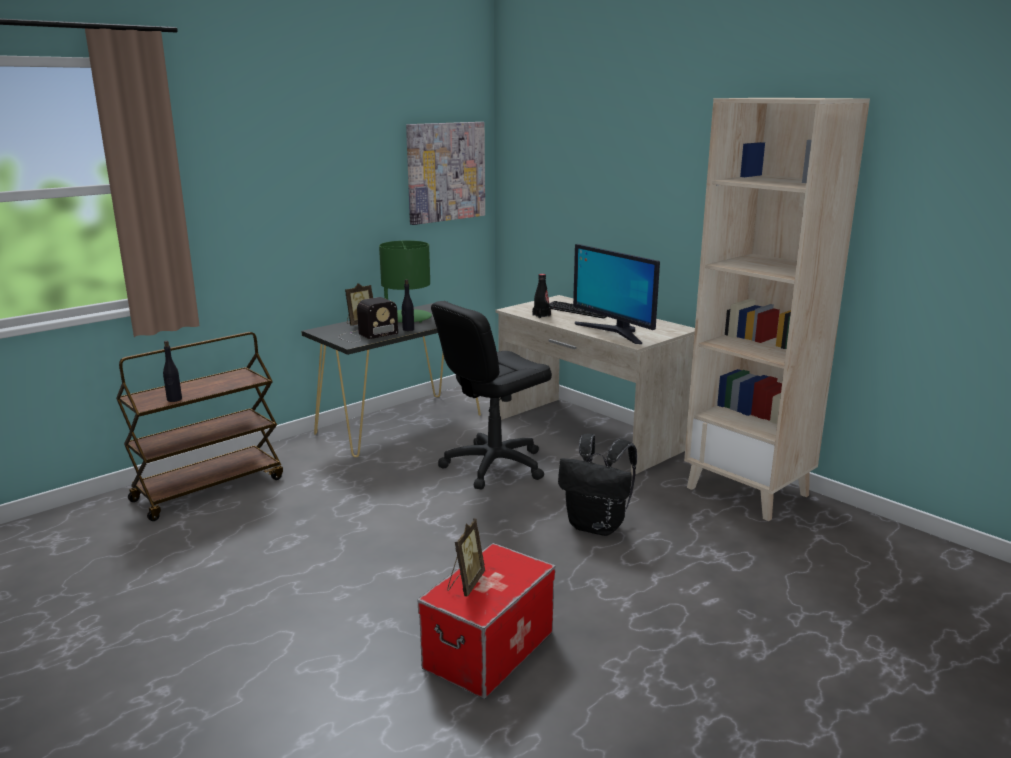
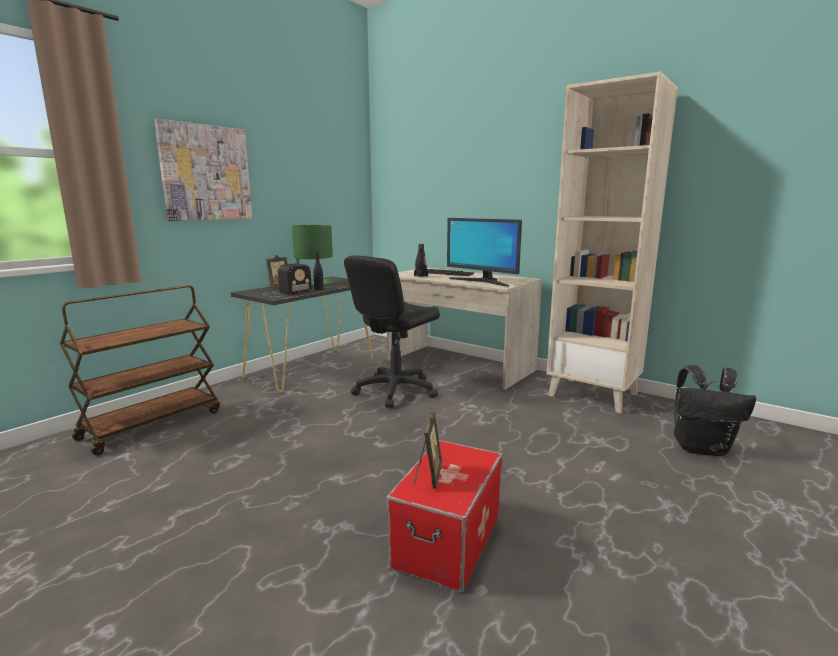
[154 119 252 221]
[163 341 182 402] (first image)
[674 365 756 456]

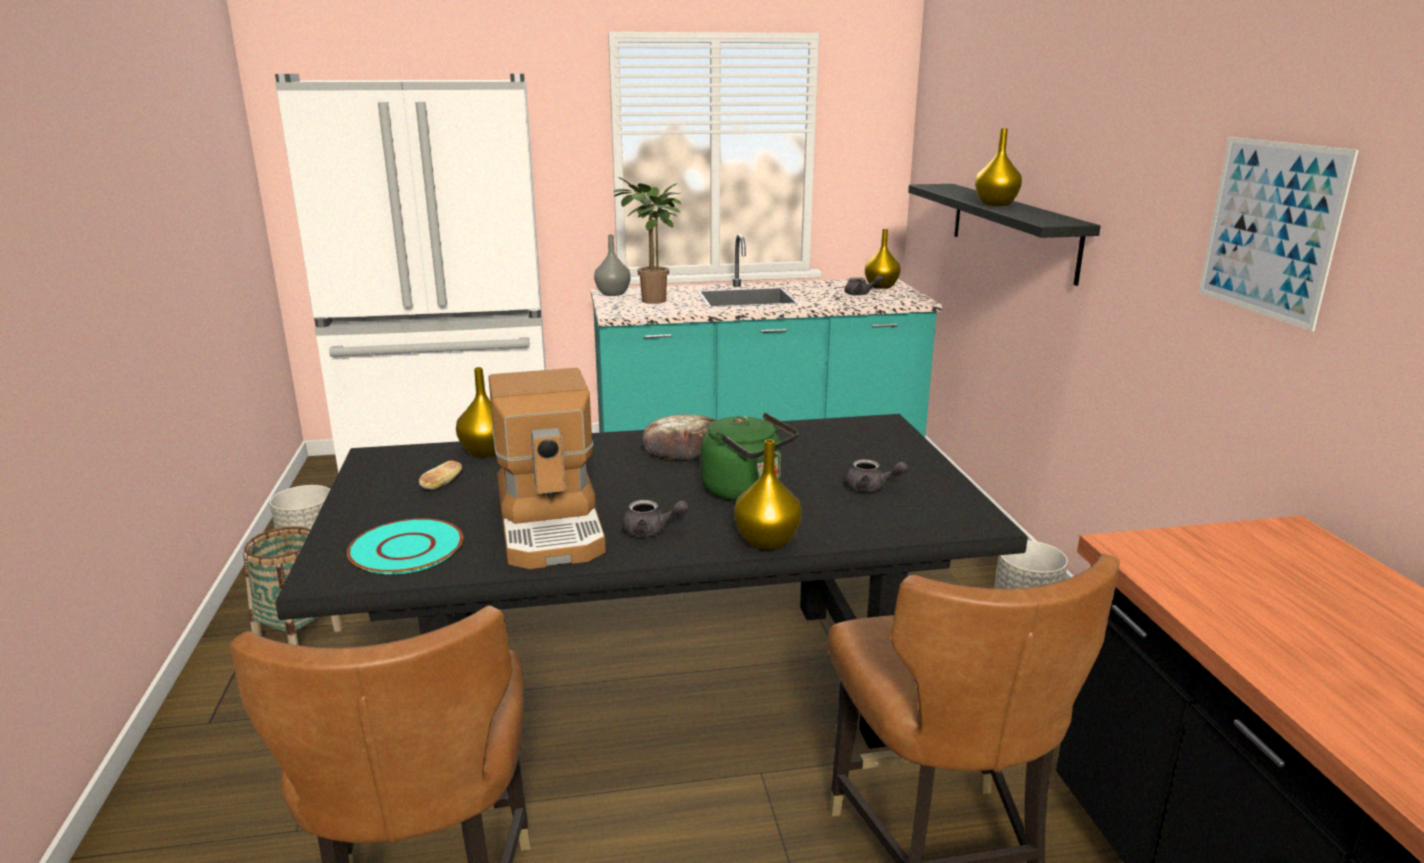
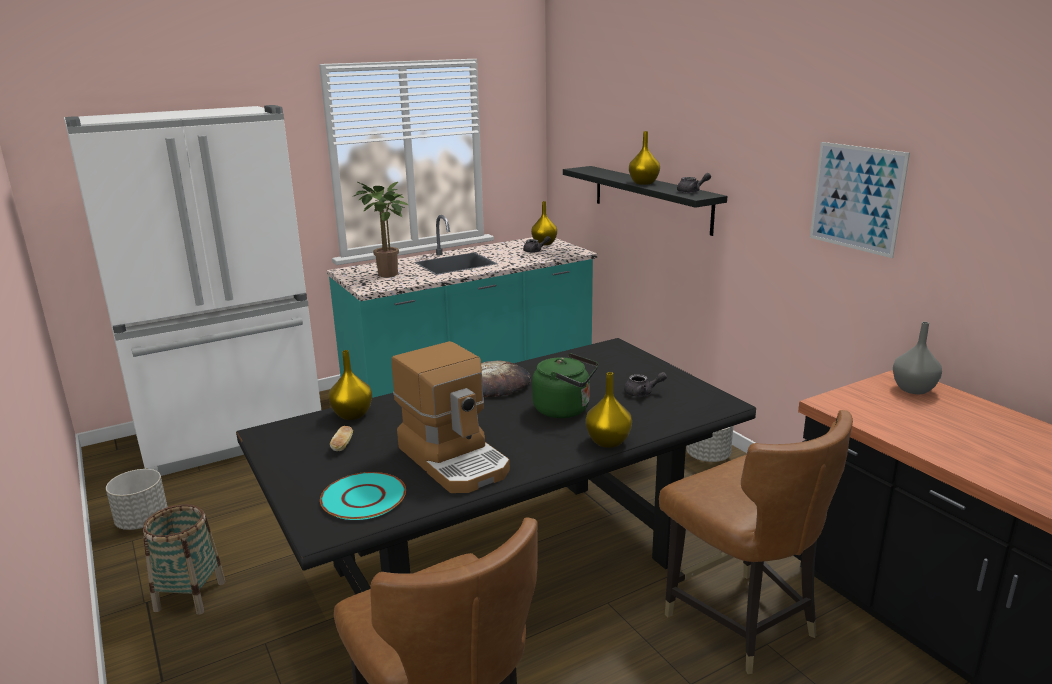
[893 322 942 394]
[677 173 711 193]

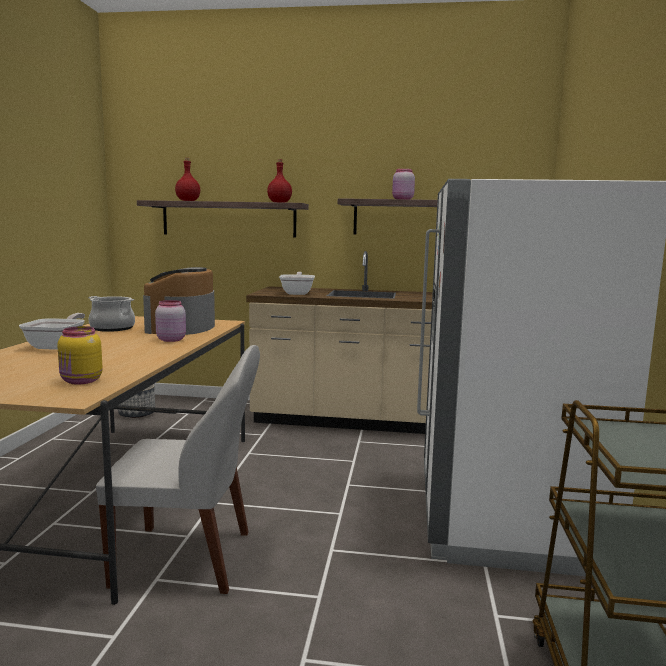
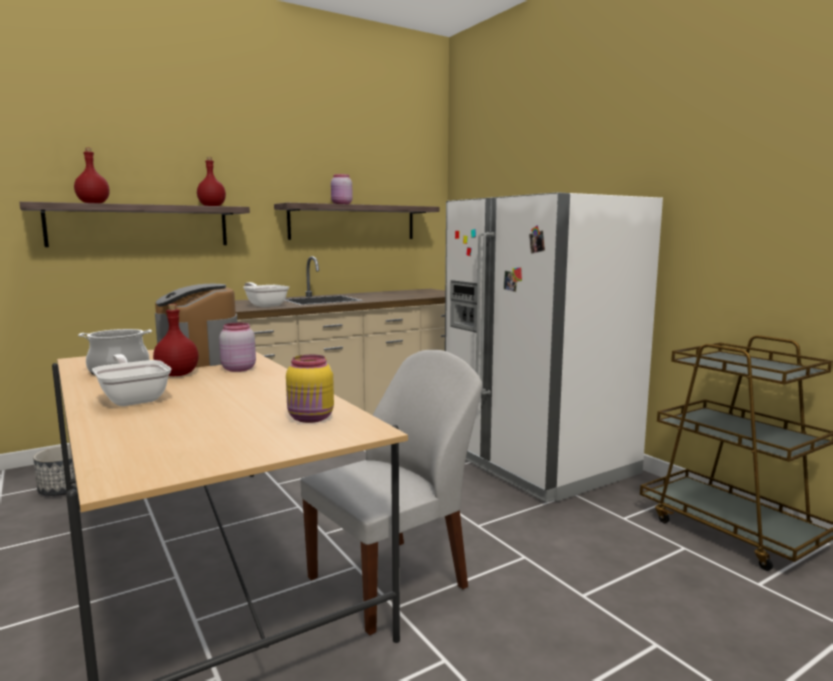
[153 304 199 376]

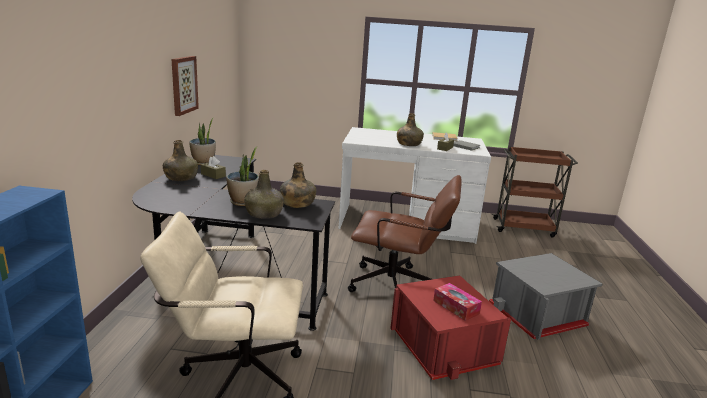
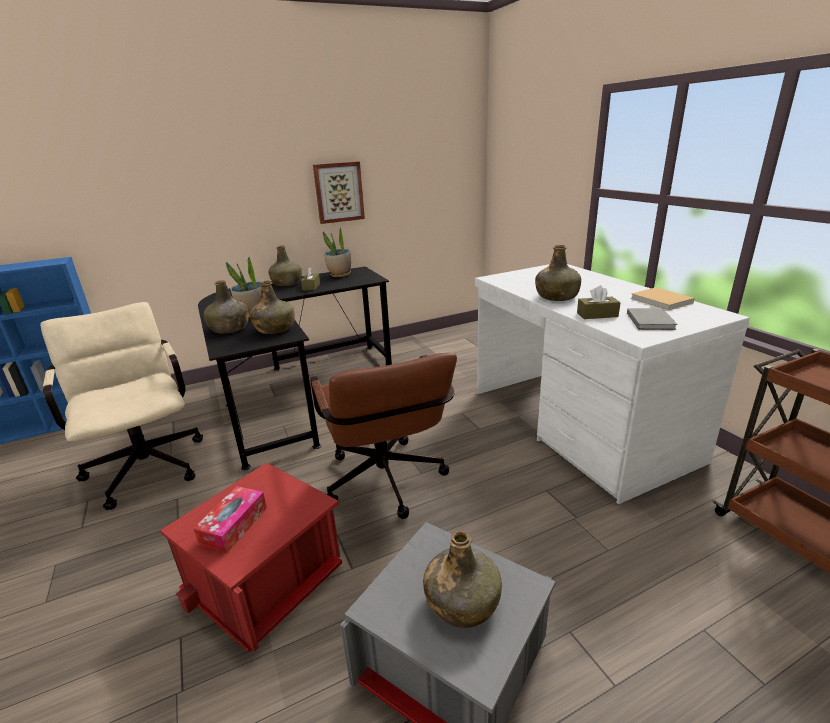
[423 531 502 628]

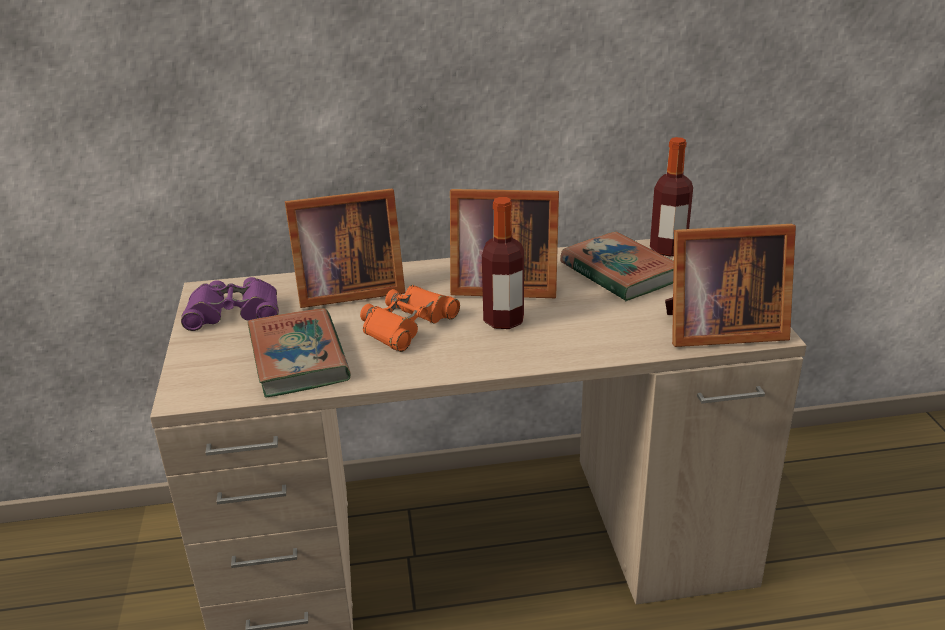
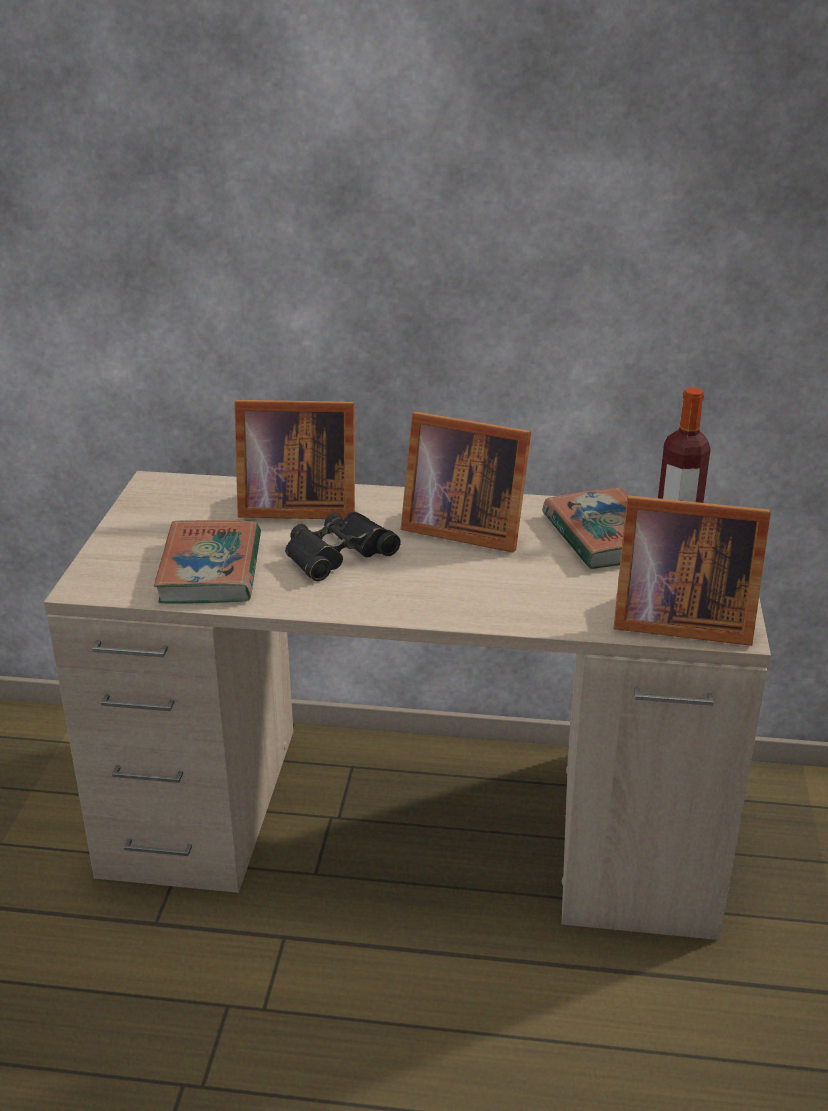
[482 197 524 329] (first image)
[181 277 279 331] (first image)
[285 511 401 582]

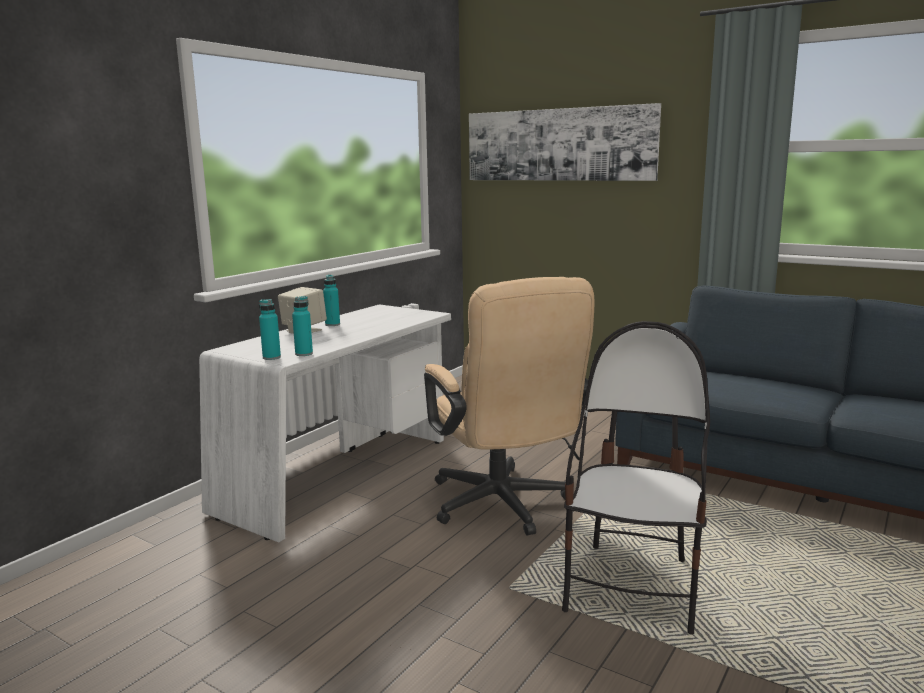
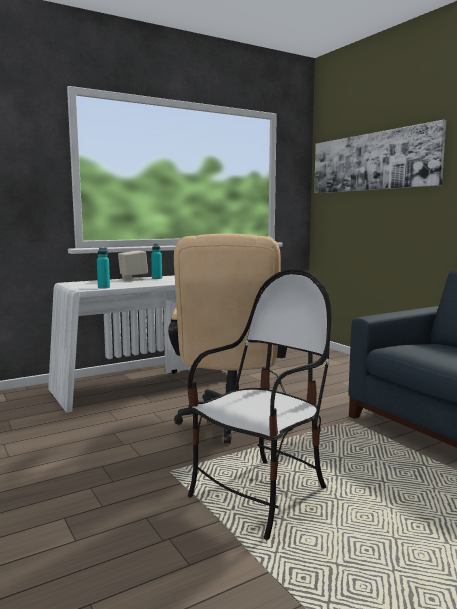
[259 299 281 360] (first image)

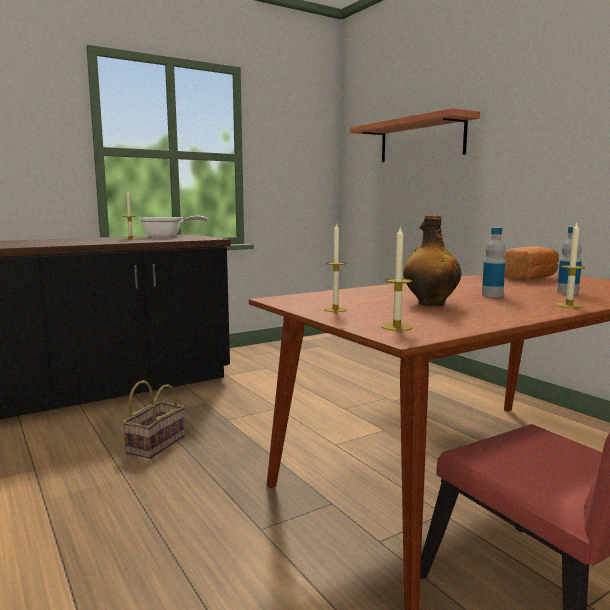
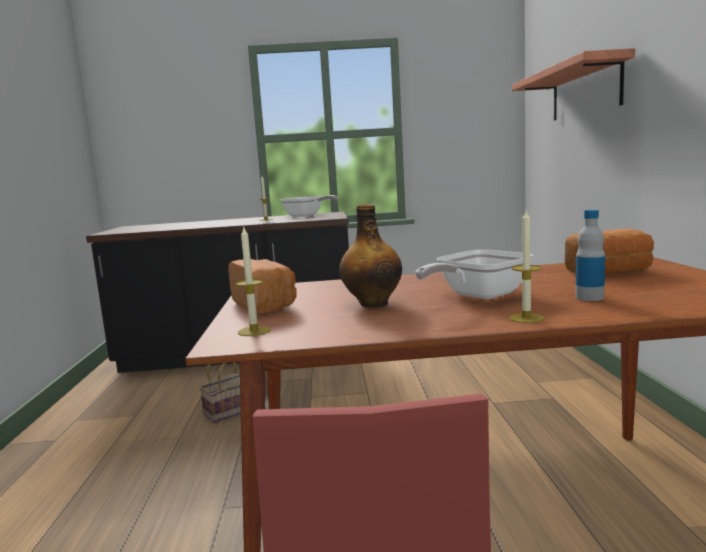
[228 259 297 314]
[415 249 533 299]

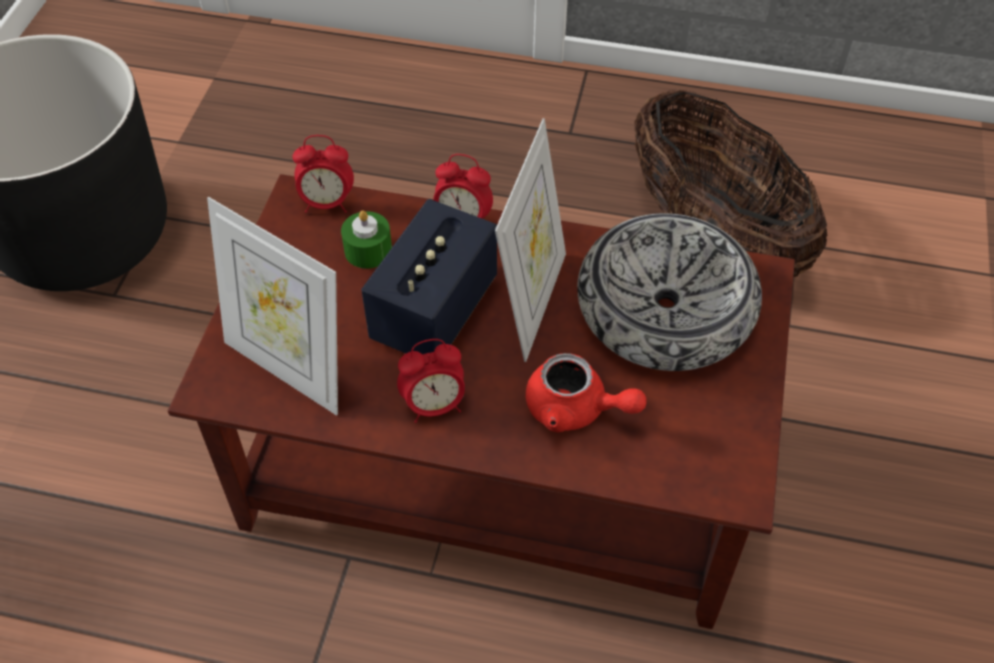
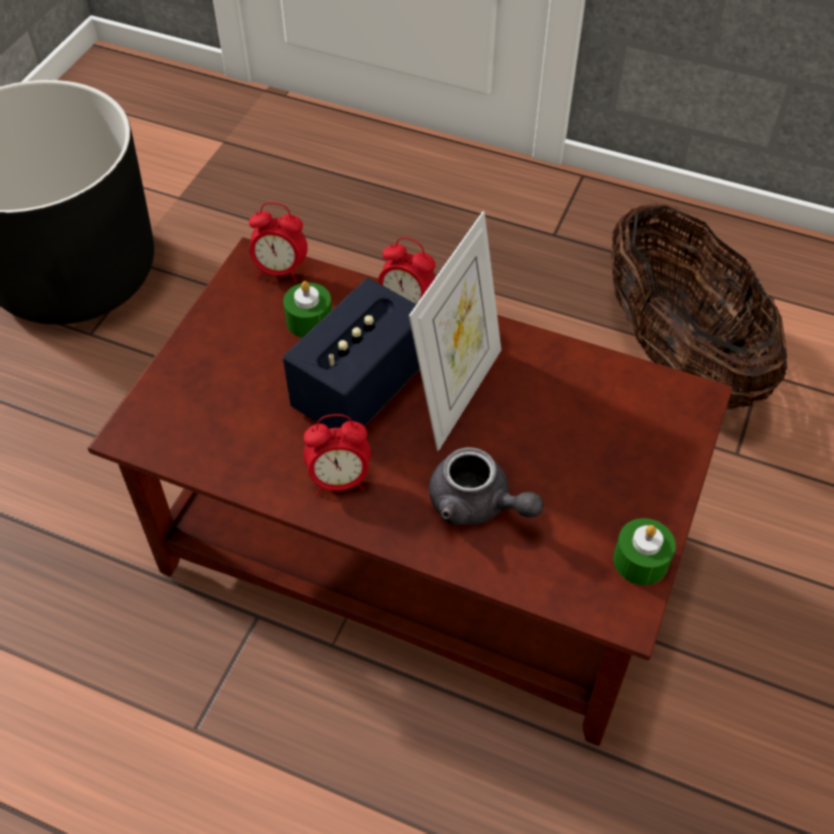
[207 197 338 416] (first image)
[577 213 762 371] (first image)
[429 447 544 525]
[613 518 676 585]

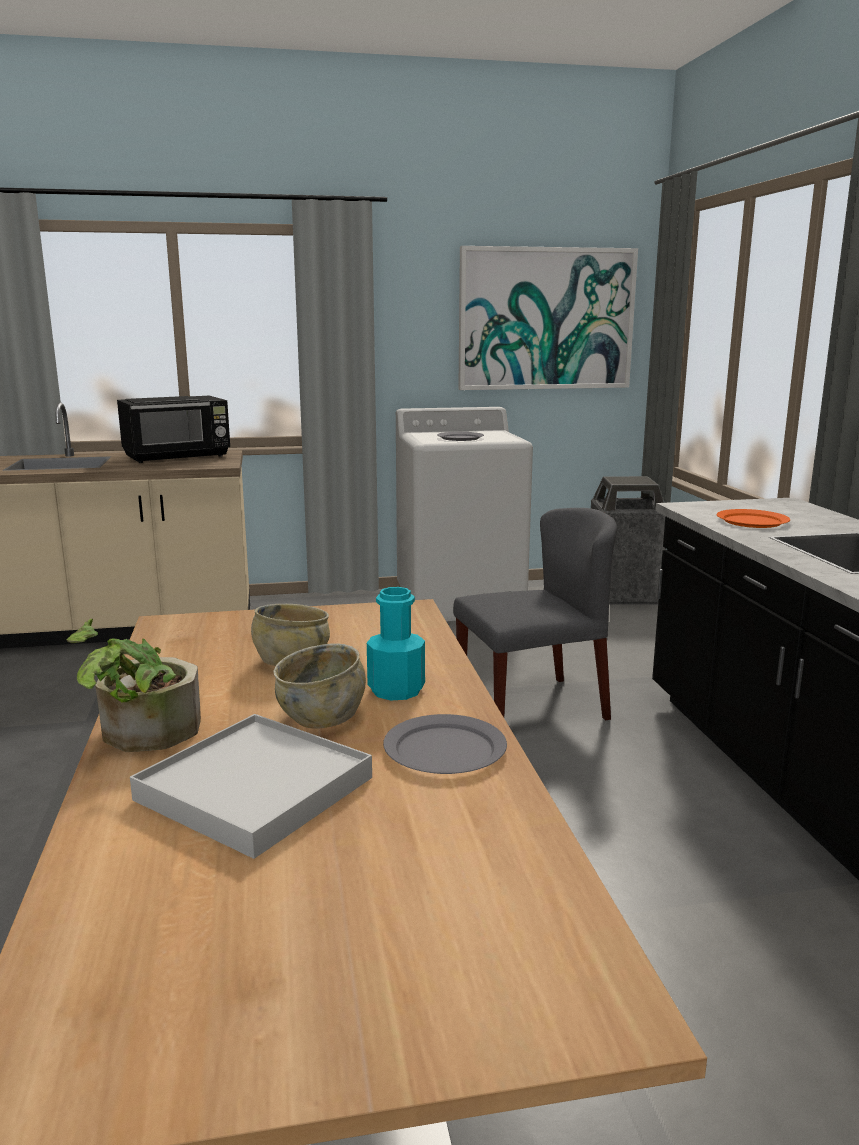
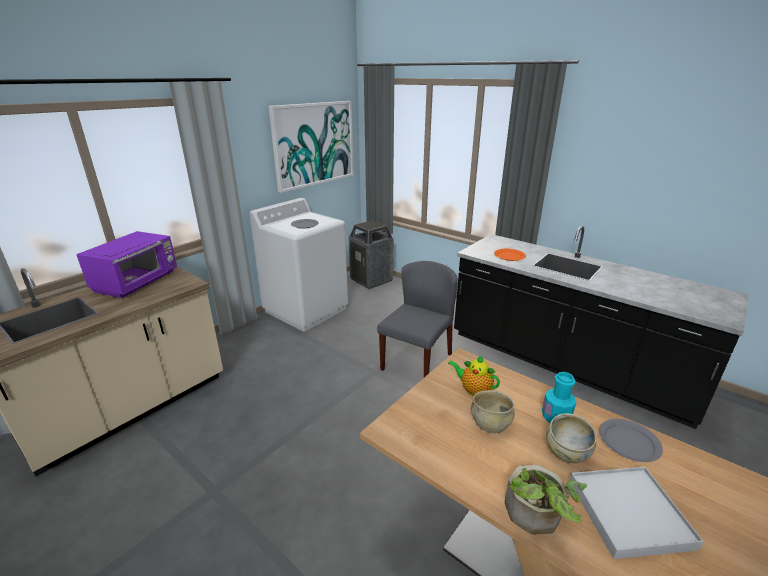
[76 231 177 298]
[448 356 500 396]

